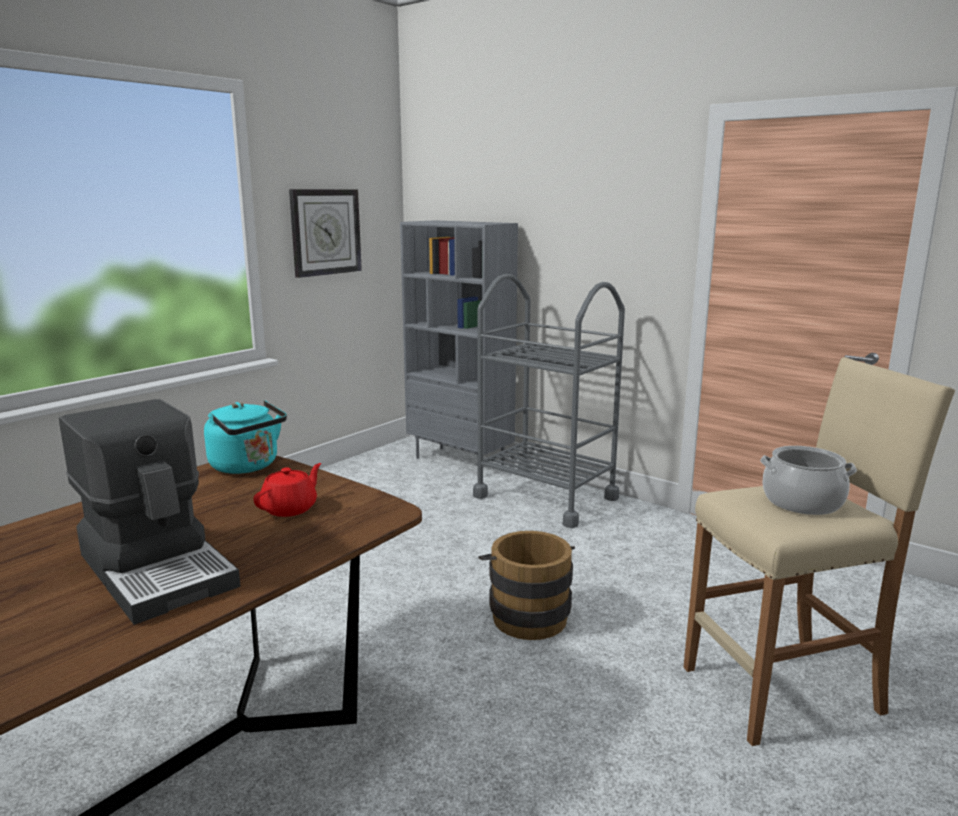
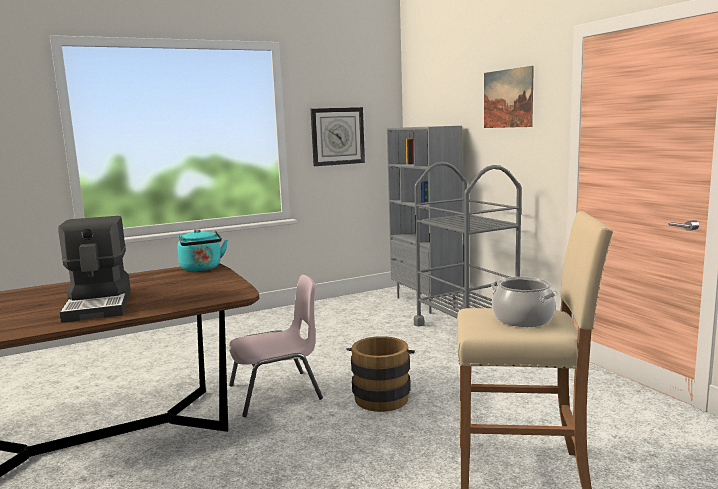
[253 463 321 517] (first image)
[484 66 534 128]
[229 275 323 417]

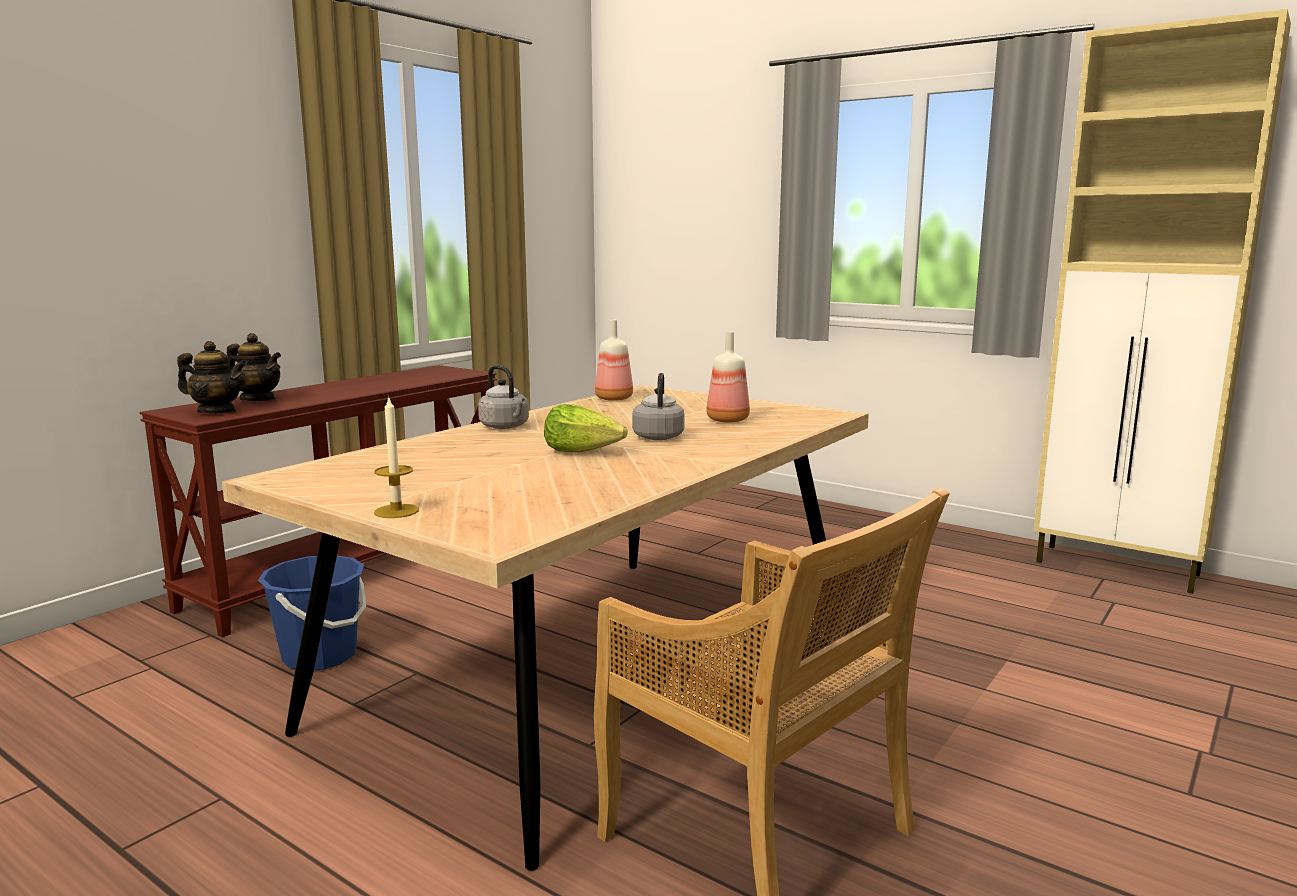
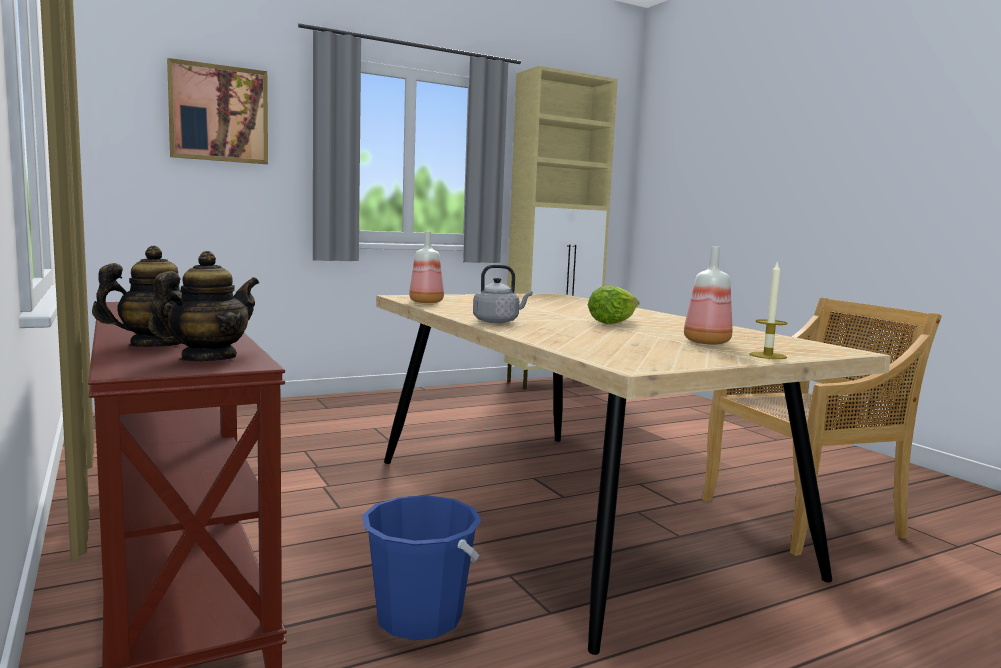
[684 246 732 345]
[632 373 685 440] (first image)
[167 58 268 164]

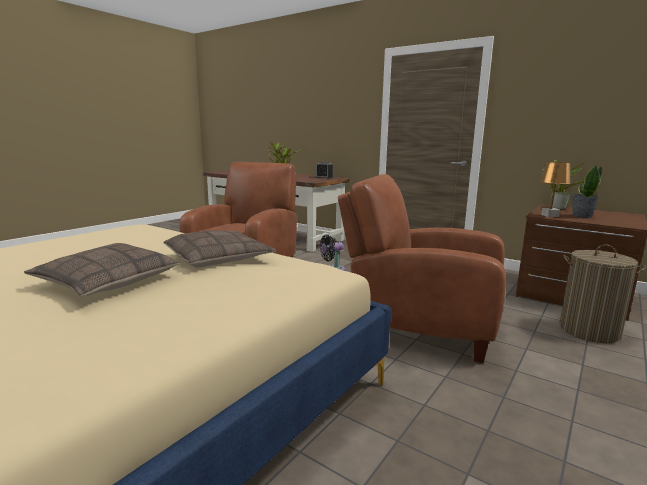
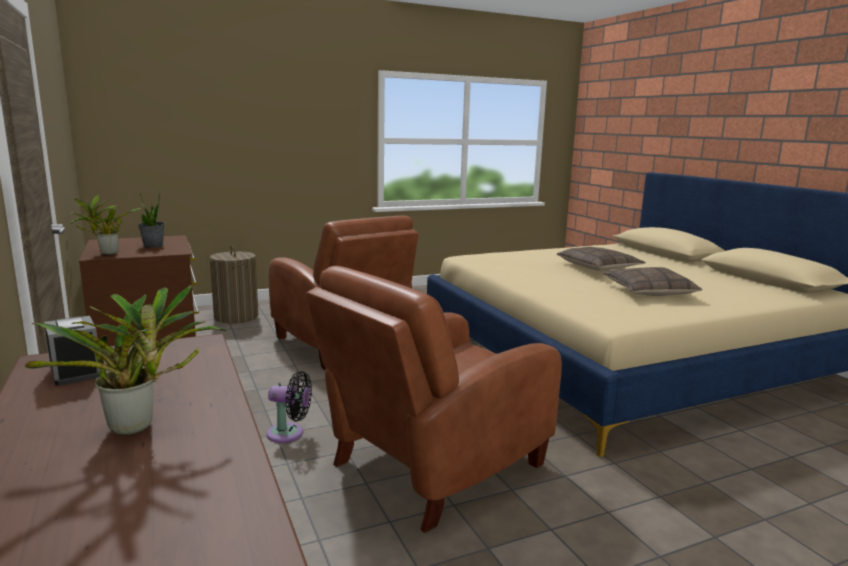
[540 162 571 217] (first image)
[603 267 702 296]

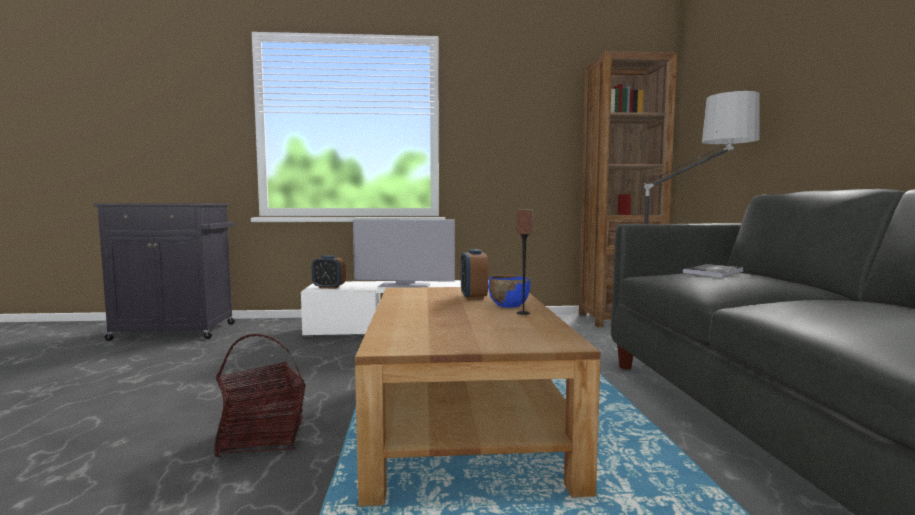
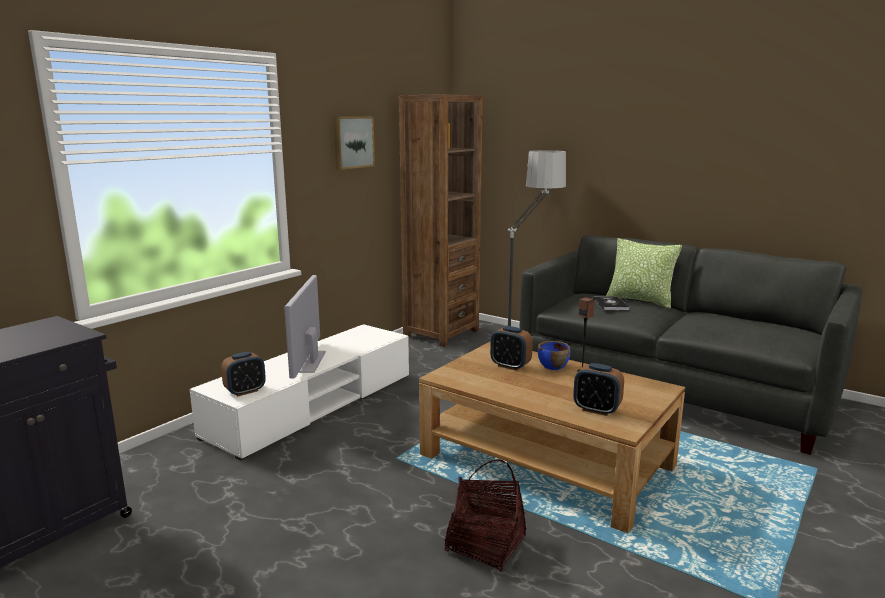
[284 275 326 379]
[334 116 375 170]
[606 238 682 308]
[573 363 624 416]

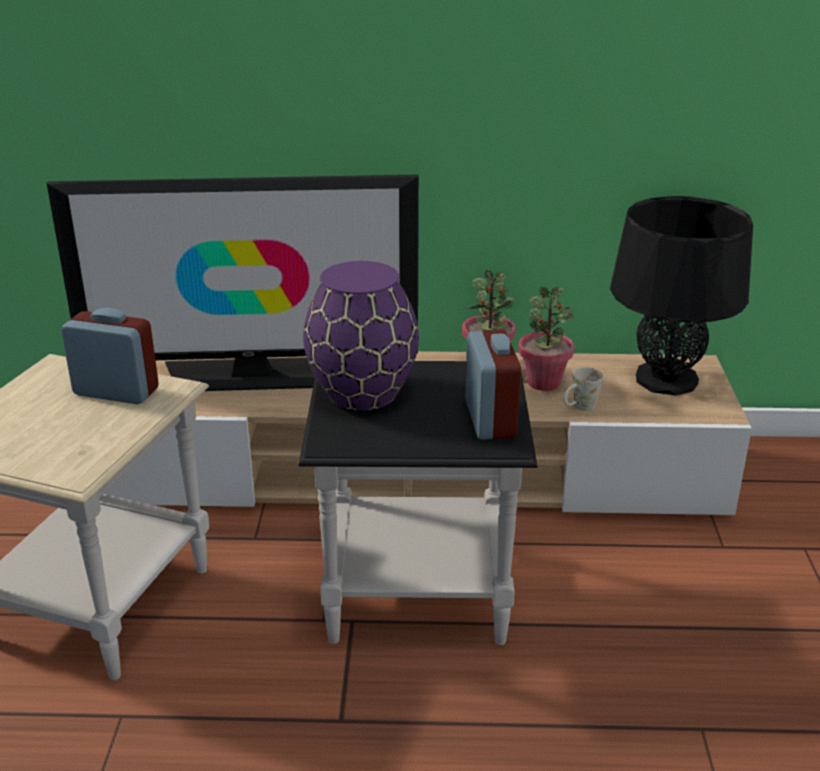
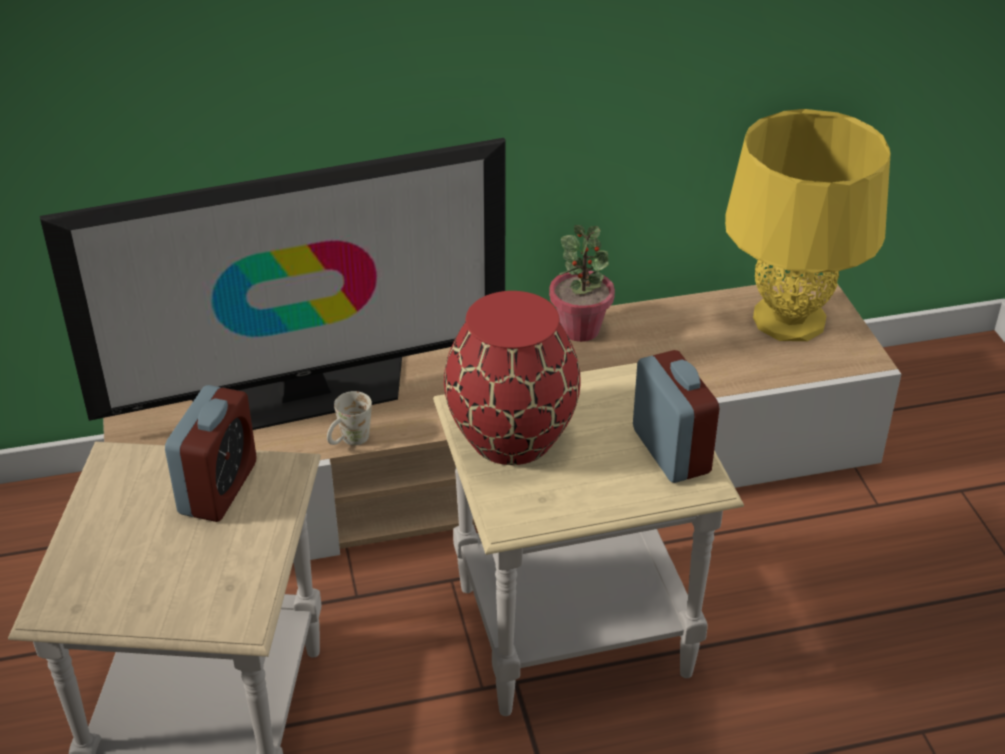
[725 109 890 341]
[444 291 581 465]
[518 287 574 391] (first image)
[165 385 256 522]
[433 363 744 716]
[327 391 372 445]

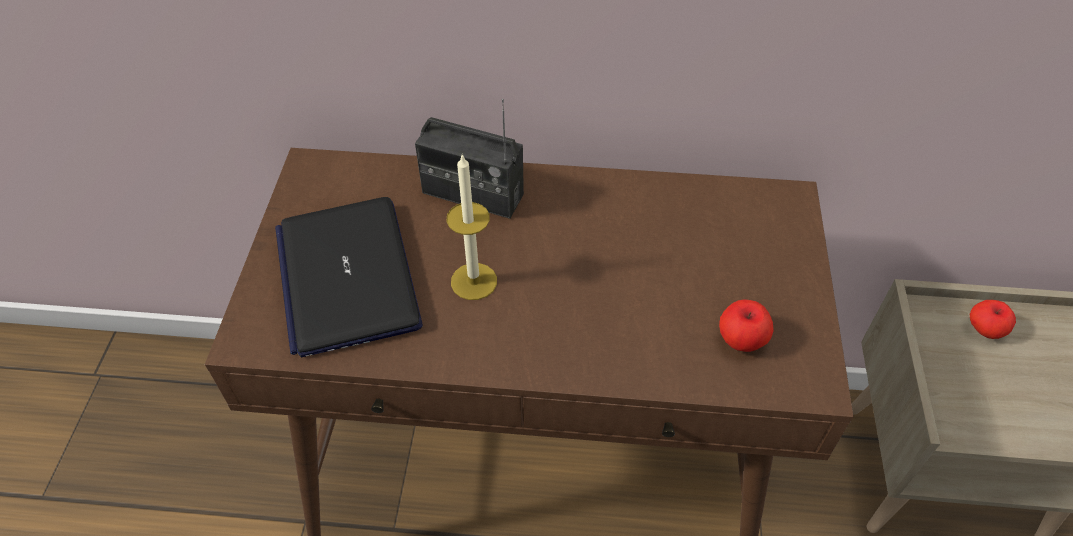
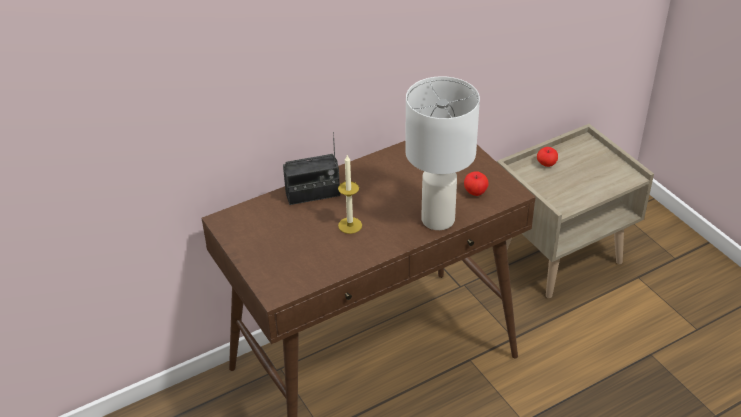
[275 197 423 357] (first image)
[405 76 480 230]

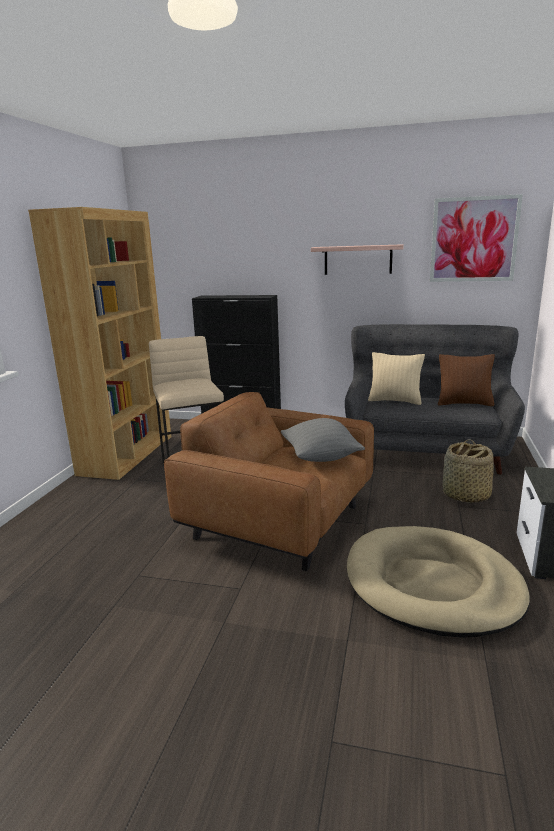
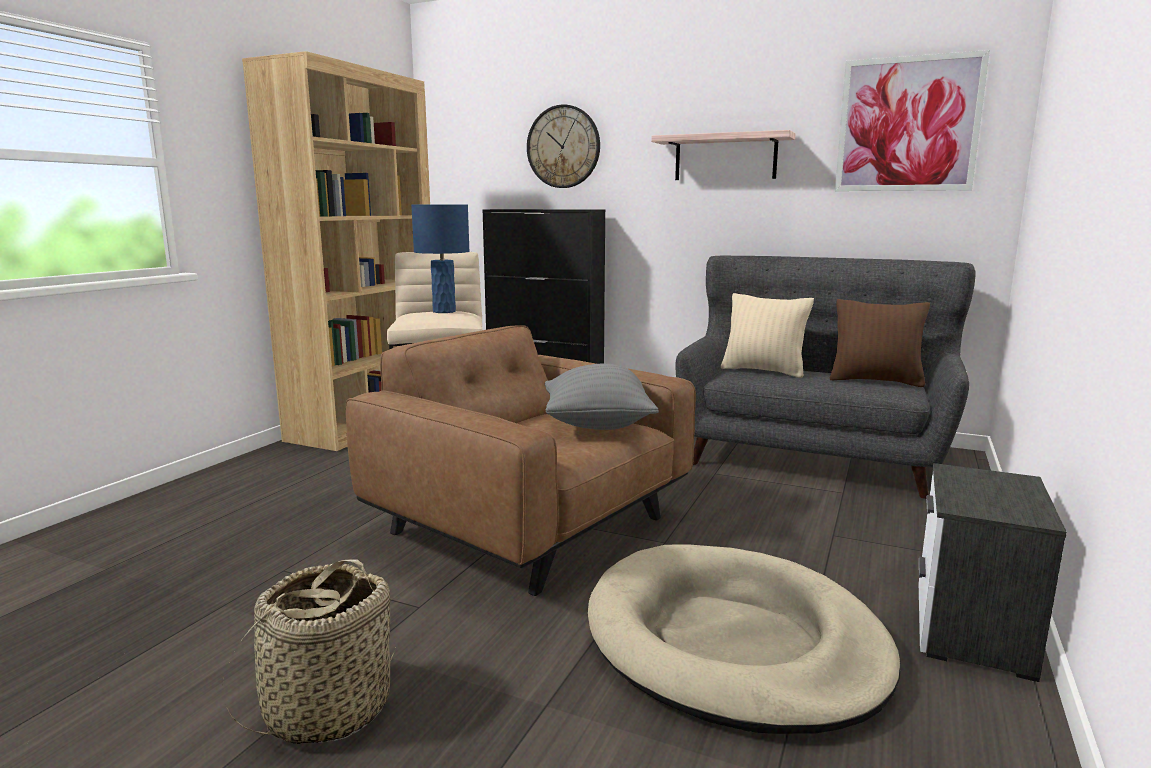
[223 559 396 744]
[527 104 600 188]
[411 205 470 313]

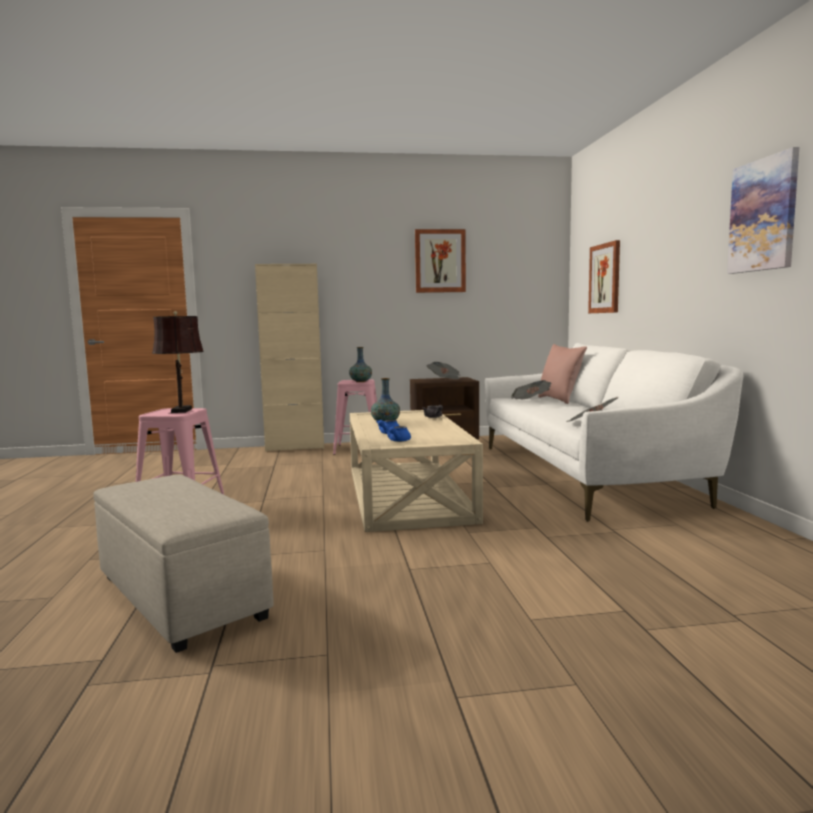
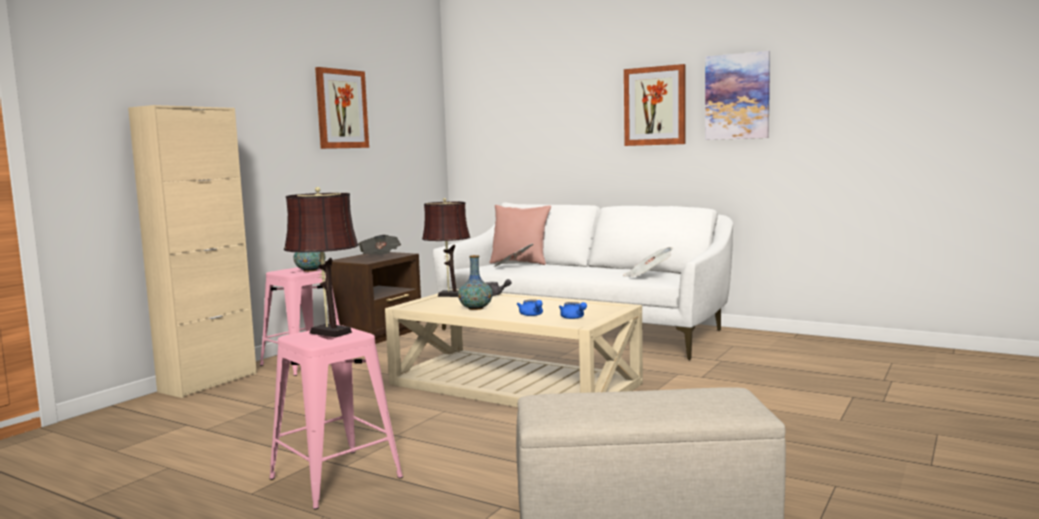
[624 64 686 146]
[422 198 470 297]

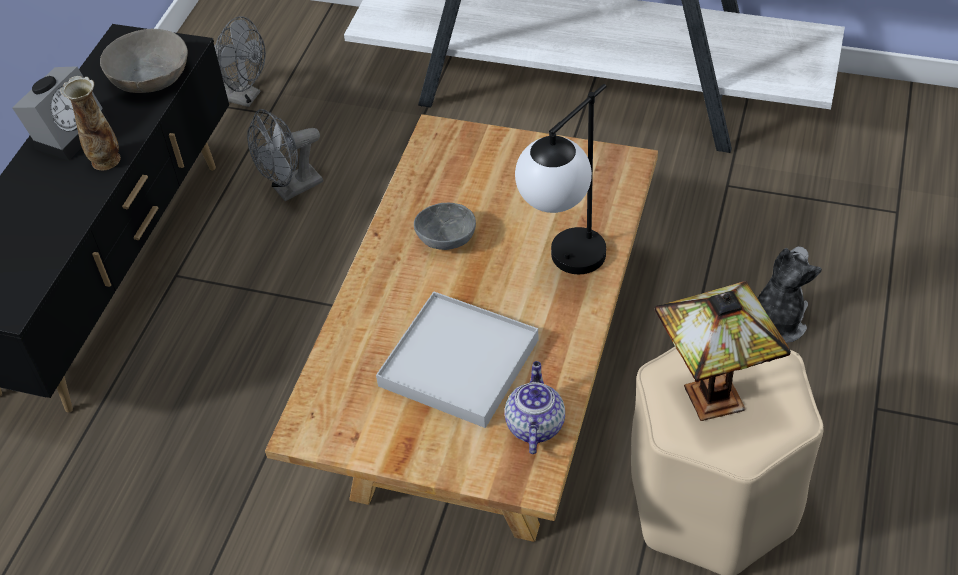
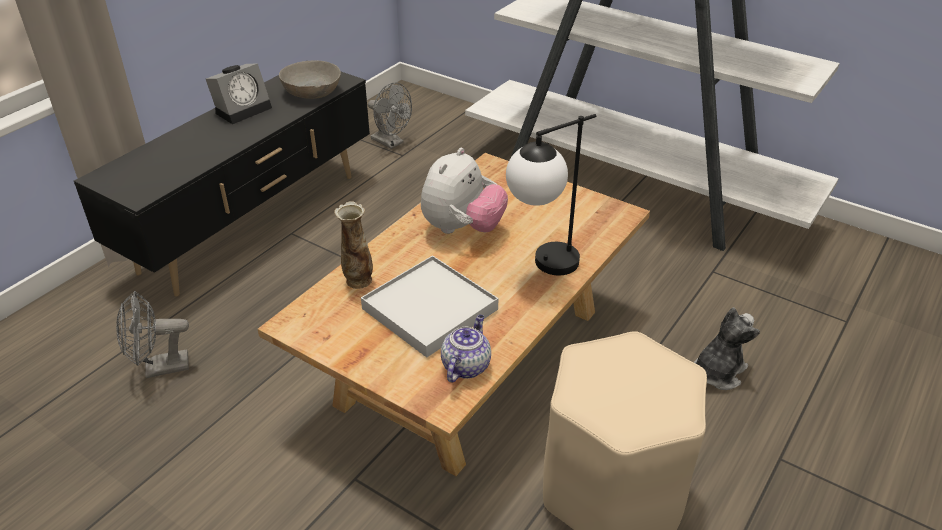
[334 202 373 289]
[116 291 189 378]
[421 148 508 234]
[655 281 791 421] (first image)

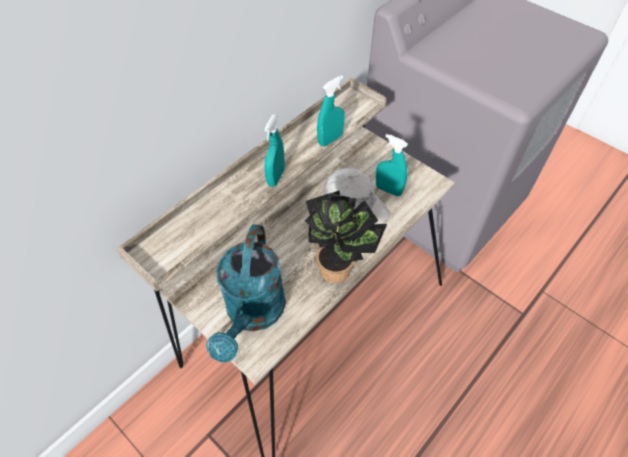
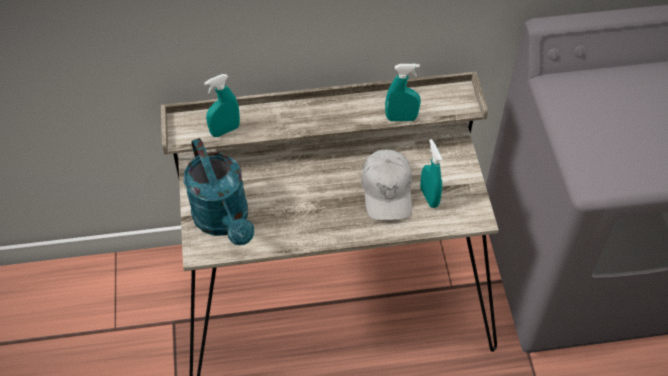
[204 74 240 137]
[305 191 387 283] (first image)
[184 138 254 245]

